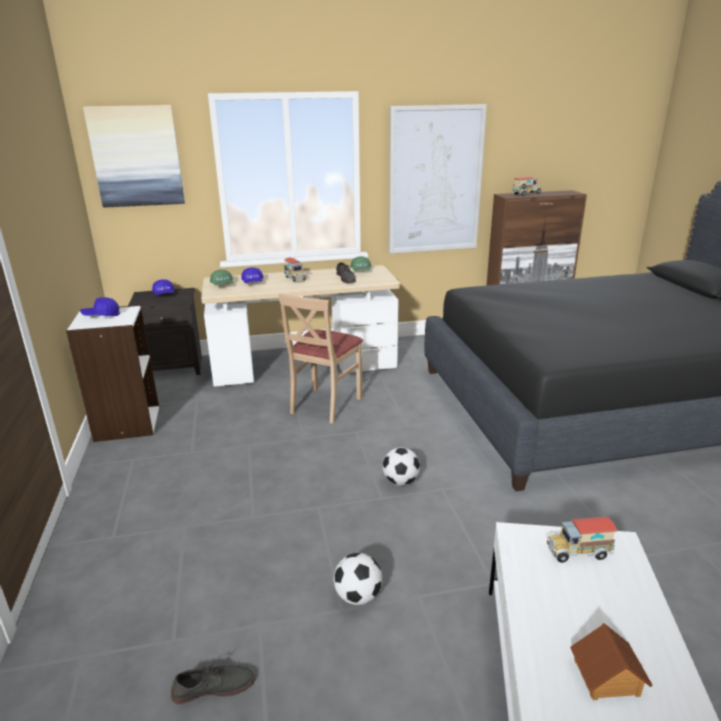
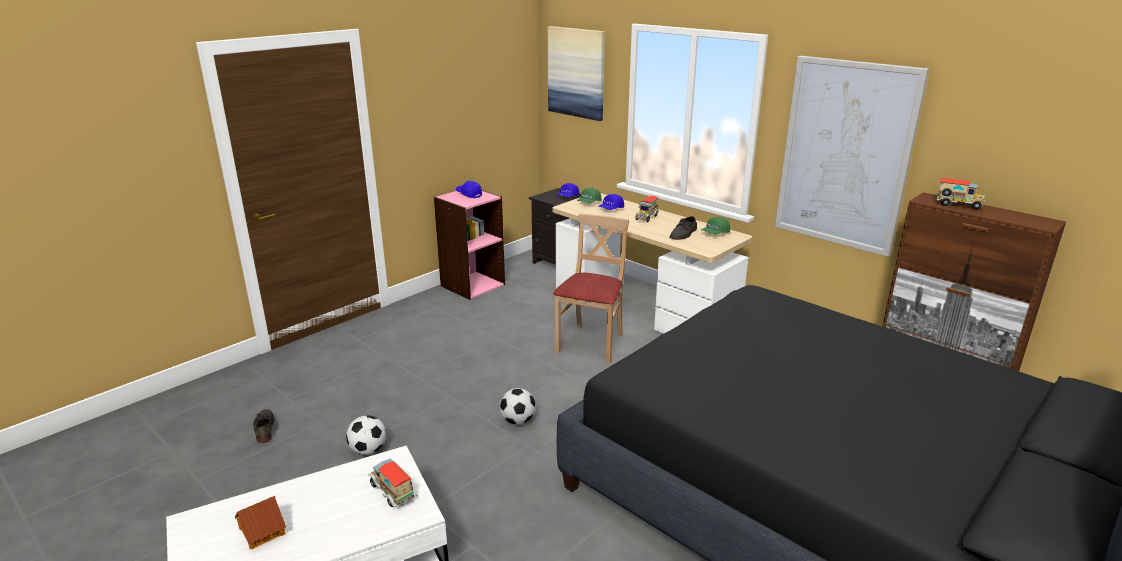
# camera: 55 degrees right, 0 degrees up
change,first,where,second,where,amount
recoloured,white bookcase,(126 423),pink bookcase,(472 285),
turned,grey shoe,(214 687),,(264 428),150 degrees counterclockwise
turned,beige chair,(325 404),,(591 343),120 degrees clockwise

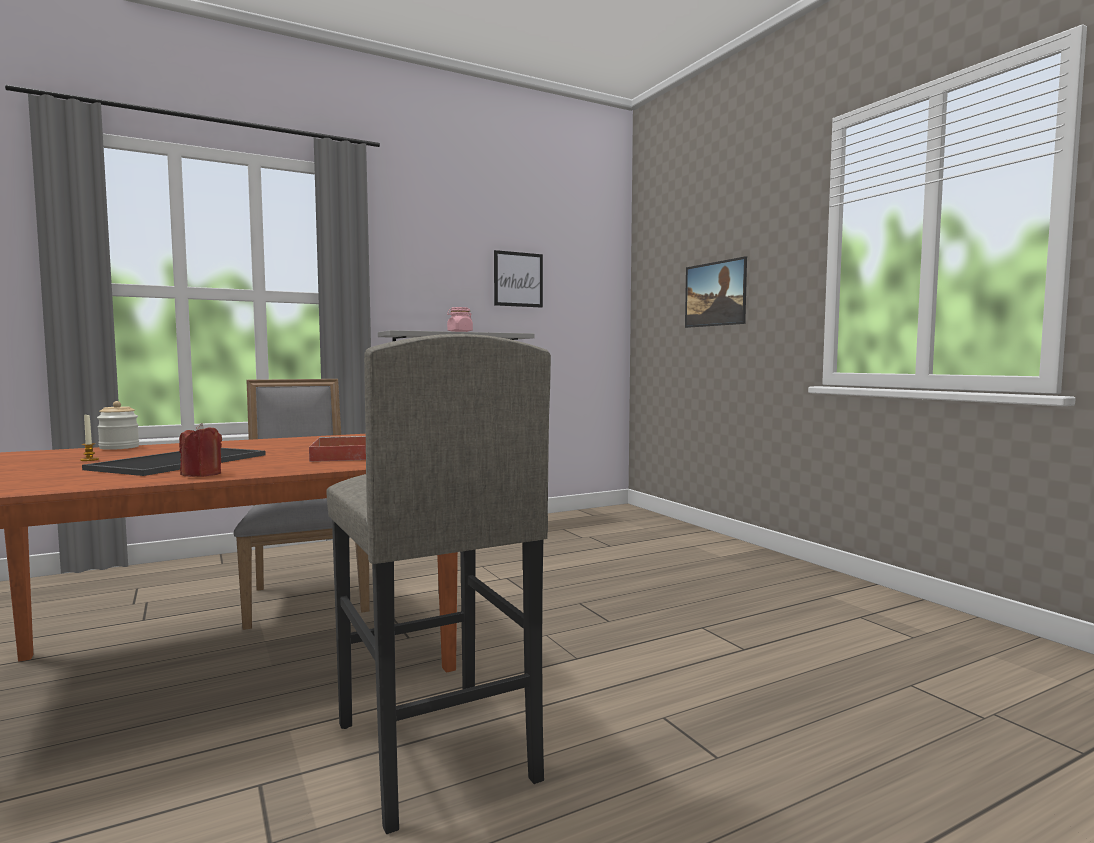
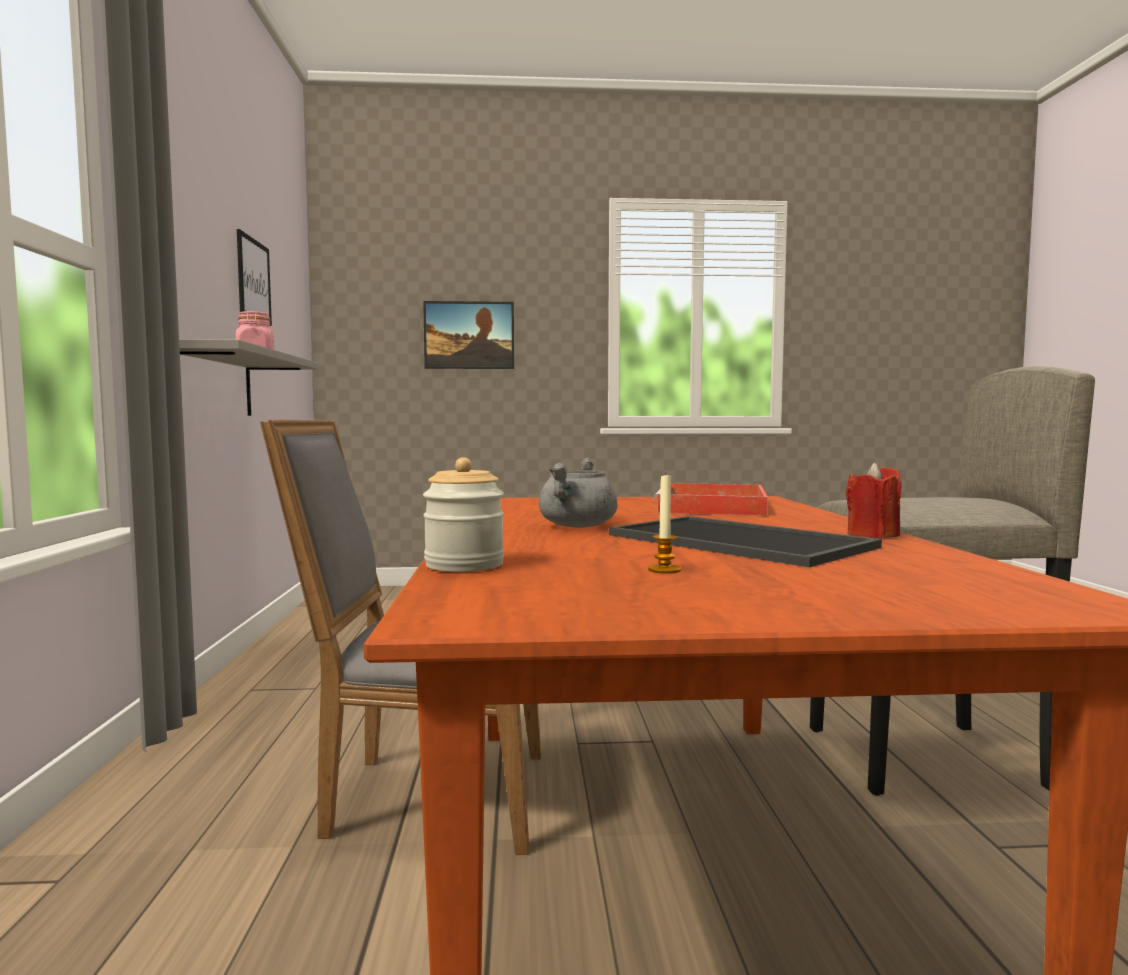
# camera: 65 degrees left, 0 degrees up
change,first,where,second,where,amount
added,,,grey cooking pot,(578 526),

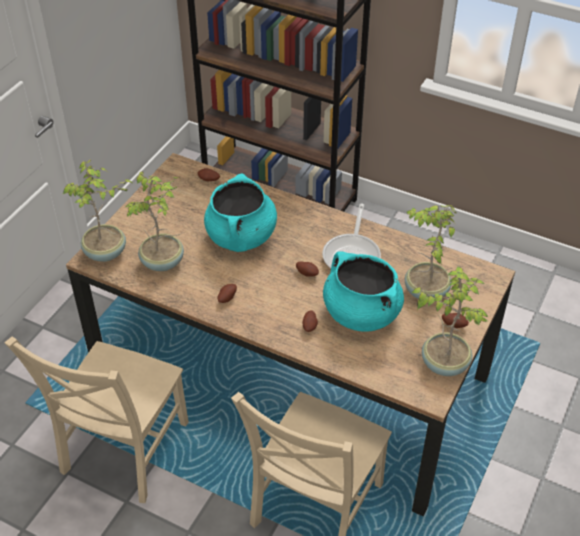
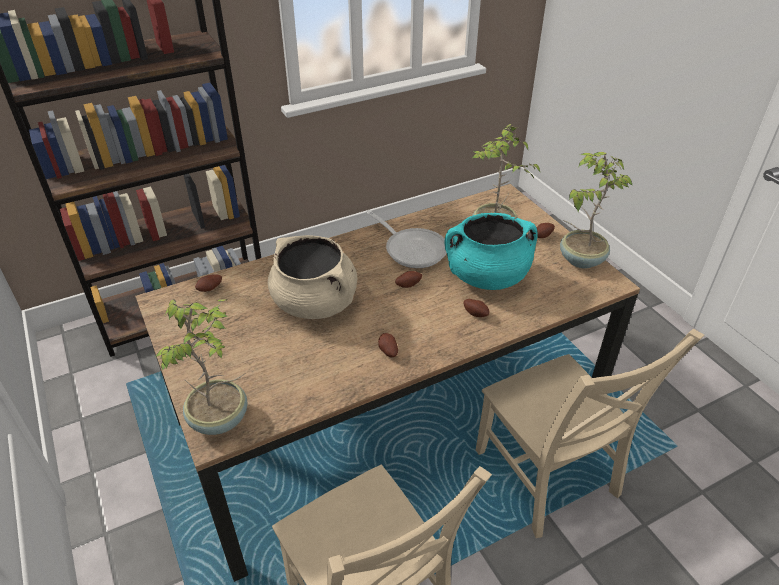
# camera: 55 degrees left, 5 degrees down
change,first,where,second,where,amount
removed,potted plant,(163 262),,,
recoloured,turquoise cooking pot,(241 237),beige cooking pot,(315 303),

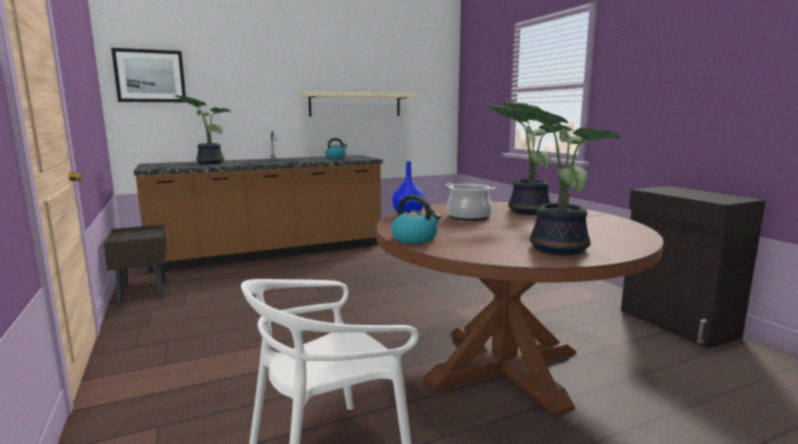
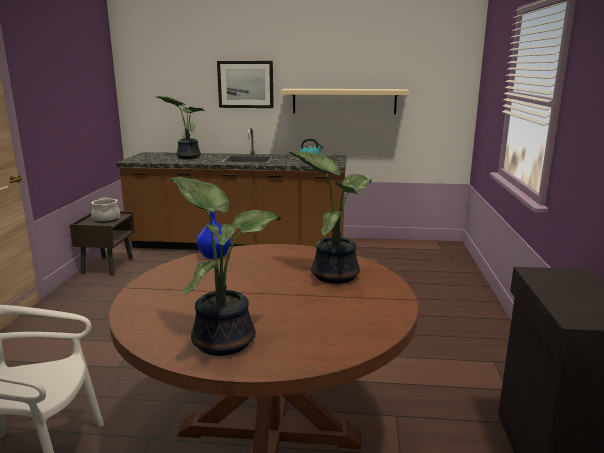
# camera: 30 degrees right, 5 degrees up
change,first,where,second,where,amount
moved,picture,(150 76),,(245 84),
removed,kettle,(415 239),,,
moved,cooking pot,(469 217),,(106 219),

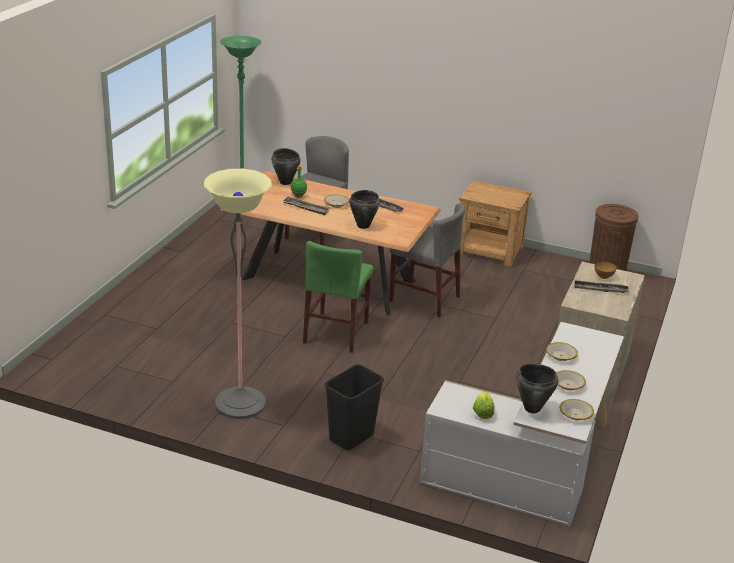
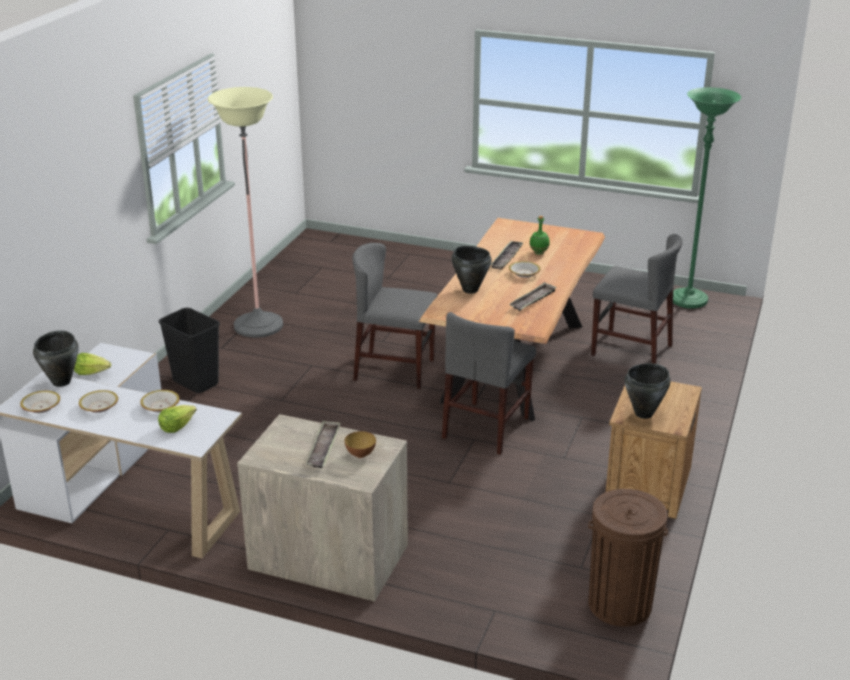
# camera: 90 degrees right, 0 degrees up
change,first,where,second,where,amount
moved,black cooking pot,(285 182),,(644 414),
recoloured,green chair,(336 332),grey chair,(394 369),
added,,,lettuce,(177 426),

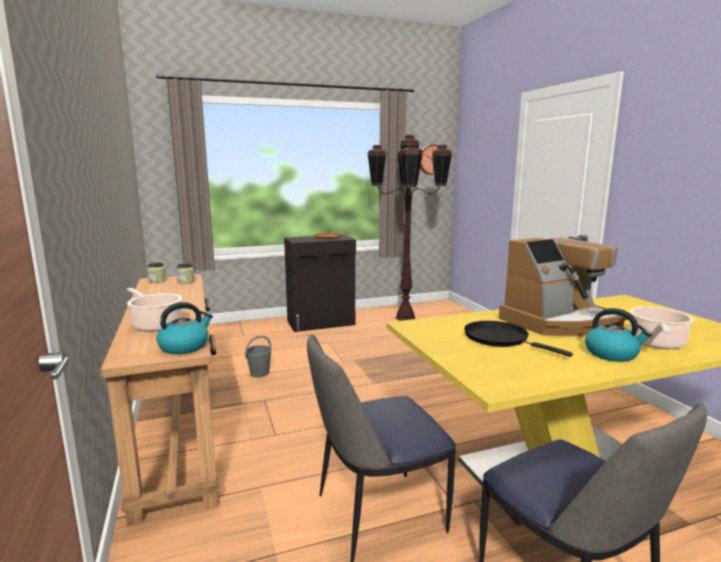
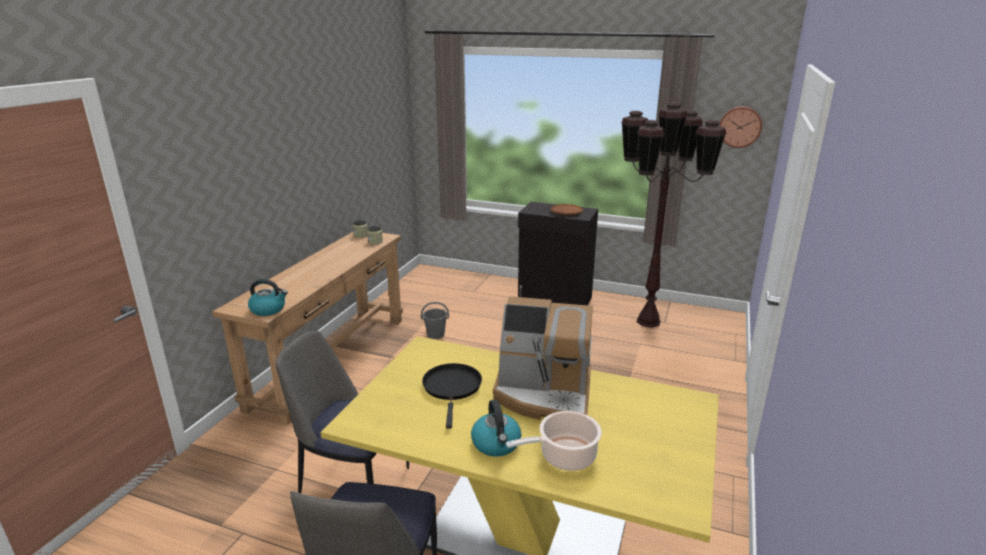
# camera: 40 degrees right, 10 degrees up
change,first,where,second,where,amount
removed,cooking pot,(156 325),,,

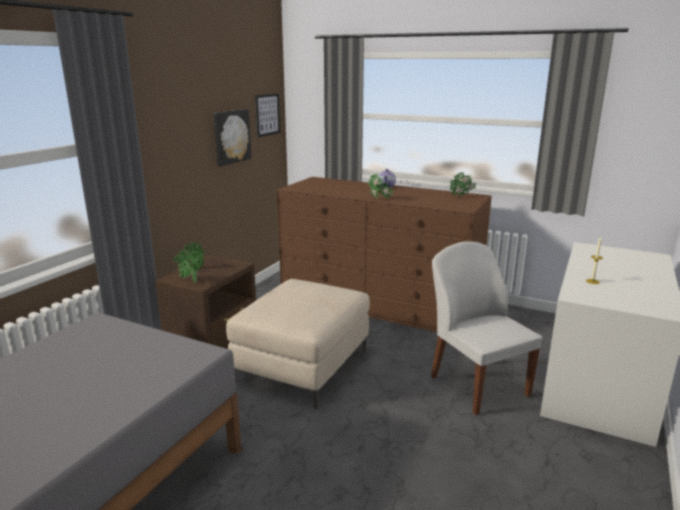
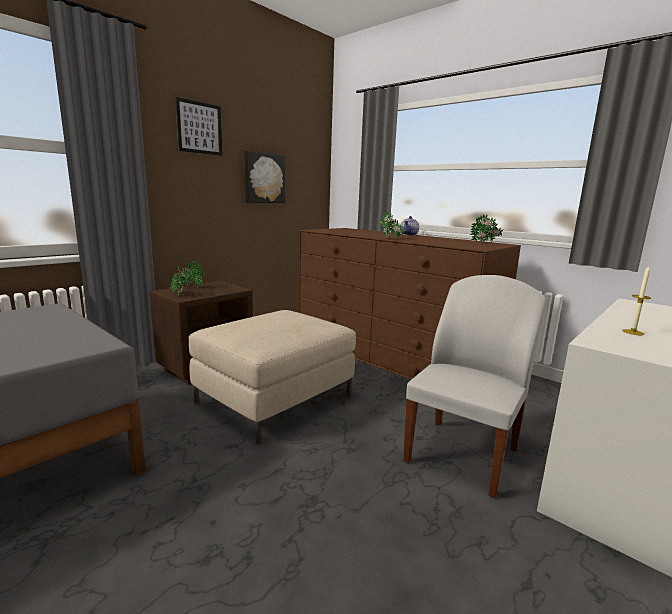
# camera: 15 degrees right, 5 degrees down
change,first,where,second,where,amount
moved,picture,(267 115),,(199 128),
turned,white chair,(477 384),,(463 453),45 degrees clockwise

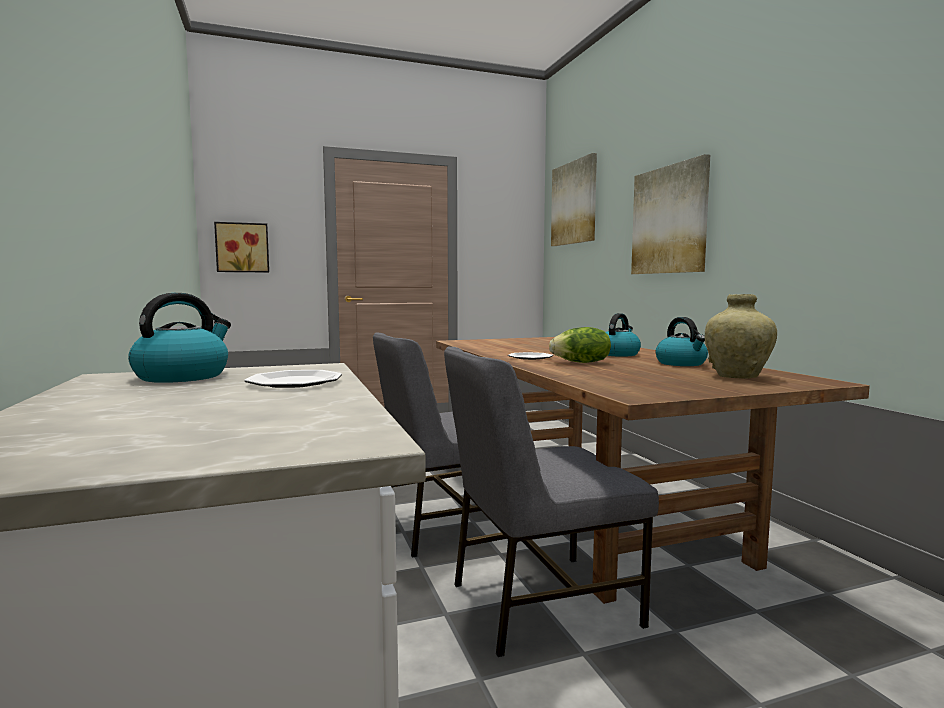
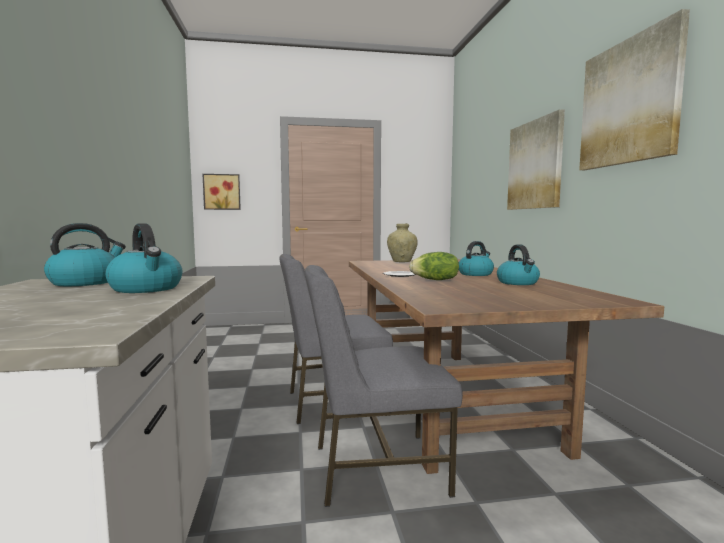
# camera: 10 degrees right, 0 degrees up
change,first,where,second,where,amount
replaced,plate,(295 382),kettle,(147 289),
moved,picture,(574 203),,(629 102),
moved,beige vase,(737 376),,(402 261),

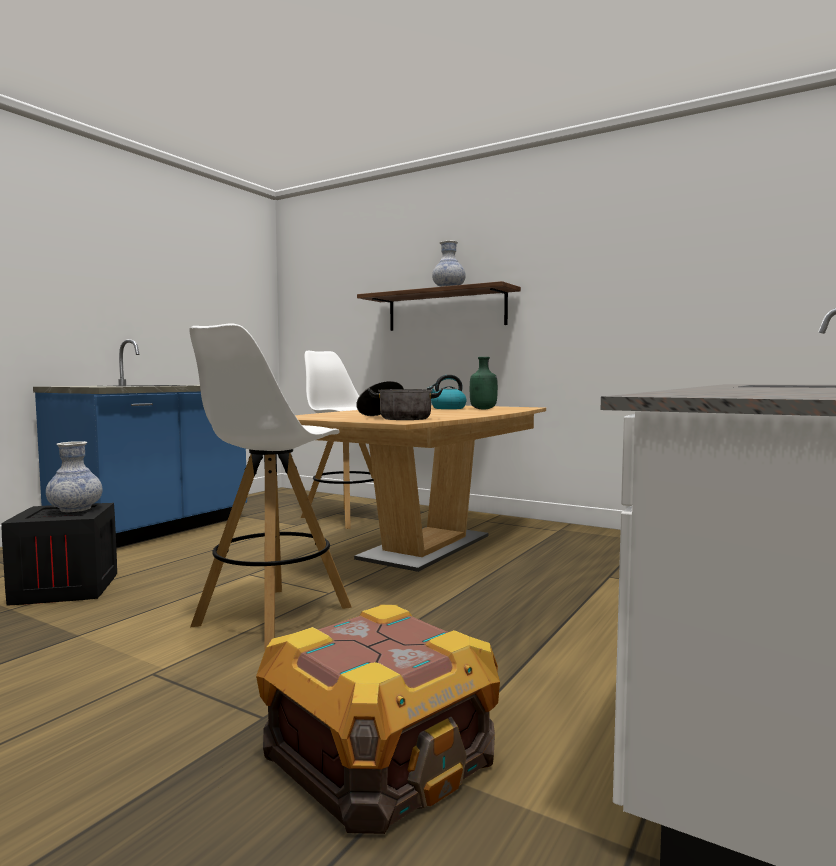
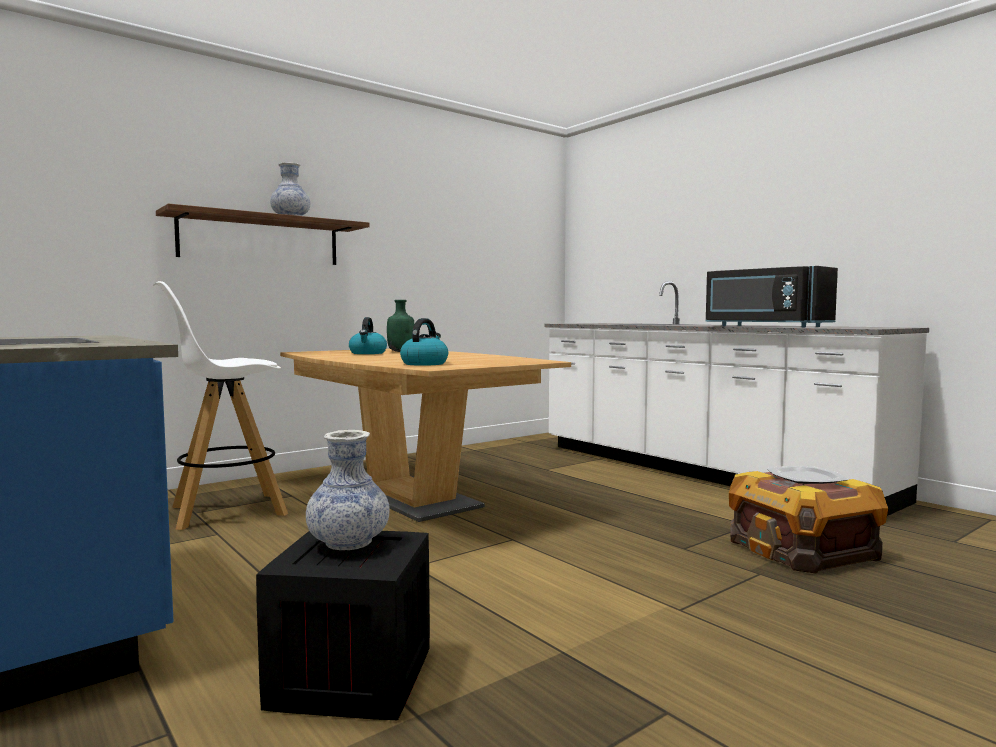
# camera: 70 degrees left, 0 degrees up
change,first,where,second,where,amount
removed,white stool,(272 616),,,
removed,cooking pot,(396 418),,,
added,,,kettle,(424 364),
added,,,black microwave,(764 326),
added,,,plate,(805 478),

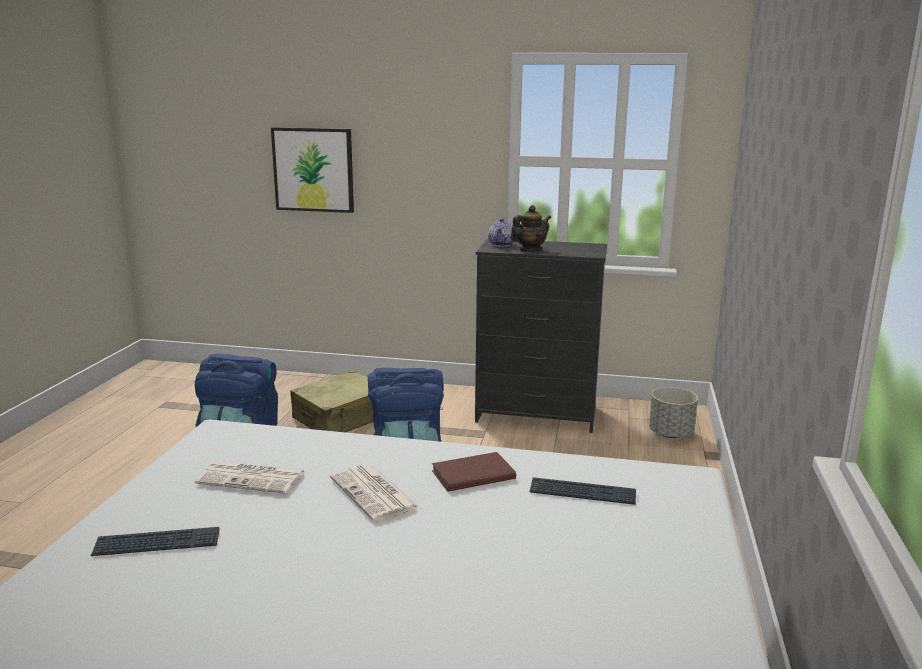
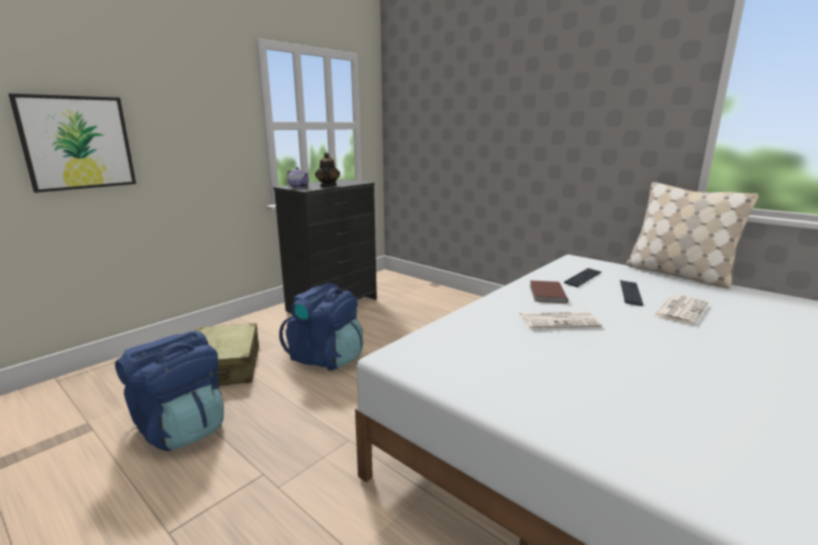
# camera: 60 degrees left, 0 degrees up
change,first,where,second,where,amount
moved,keyboard,(157 544),,(630 293),
moved,newspaper,(253 478),,(680 309),
removed,grey planter,(671 434),,,
added,,,beige pillow,(678 274),

